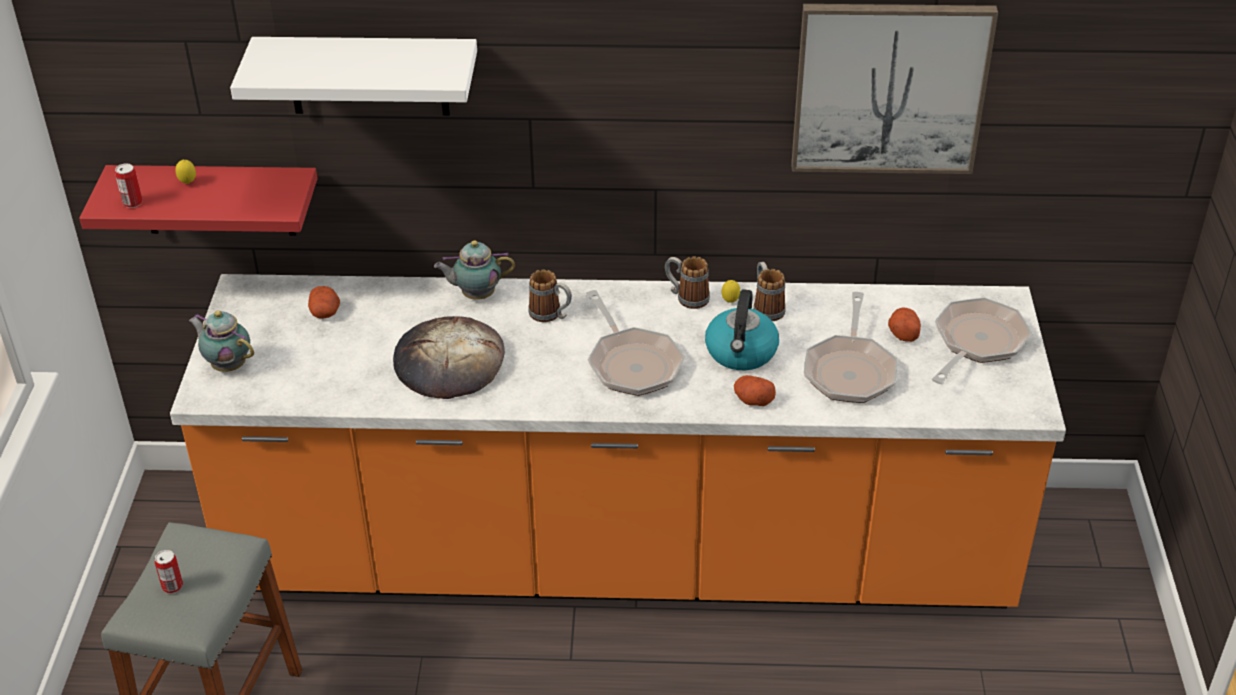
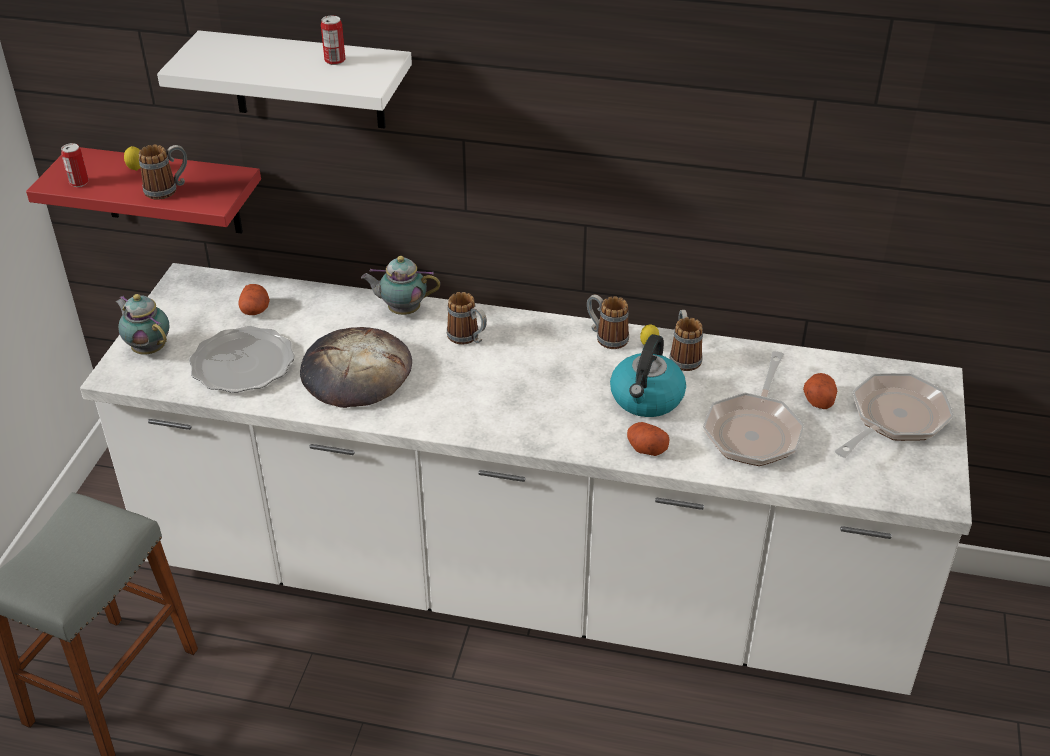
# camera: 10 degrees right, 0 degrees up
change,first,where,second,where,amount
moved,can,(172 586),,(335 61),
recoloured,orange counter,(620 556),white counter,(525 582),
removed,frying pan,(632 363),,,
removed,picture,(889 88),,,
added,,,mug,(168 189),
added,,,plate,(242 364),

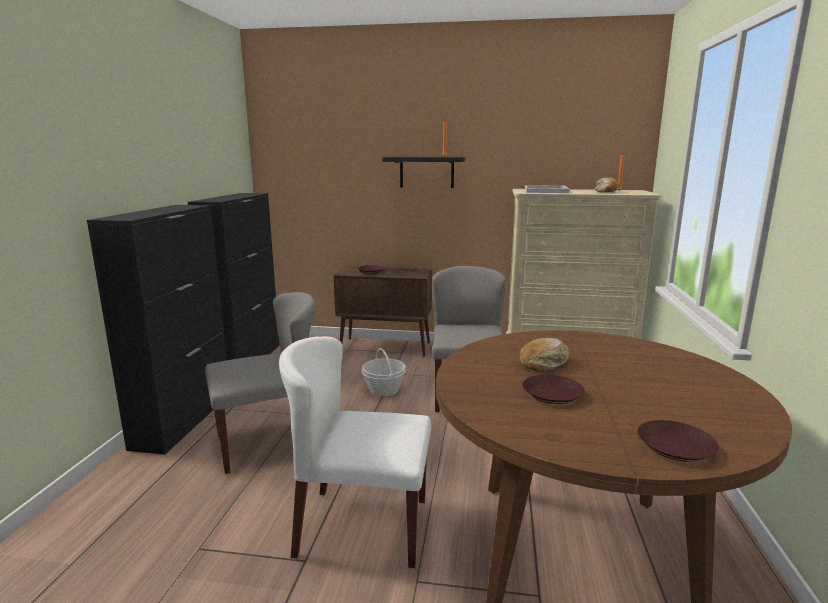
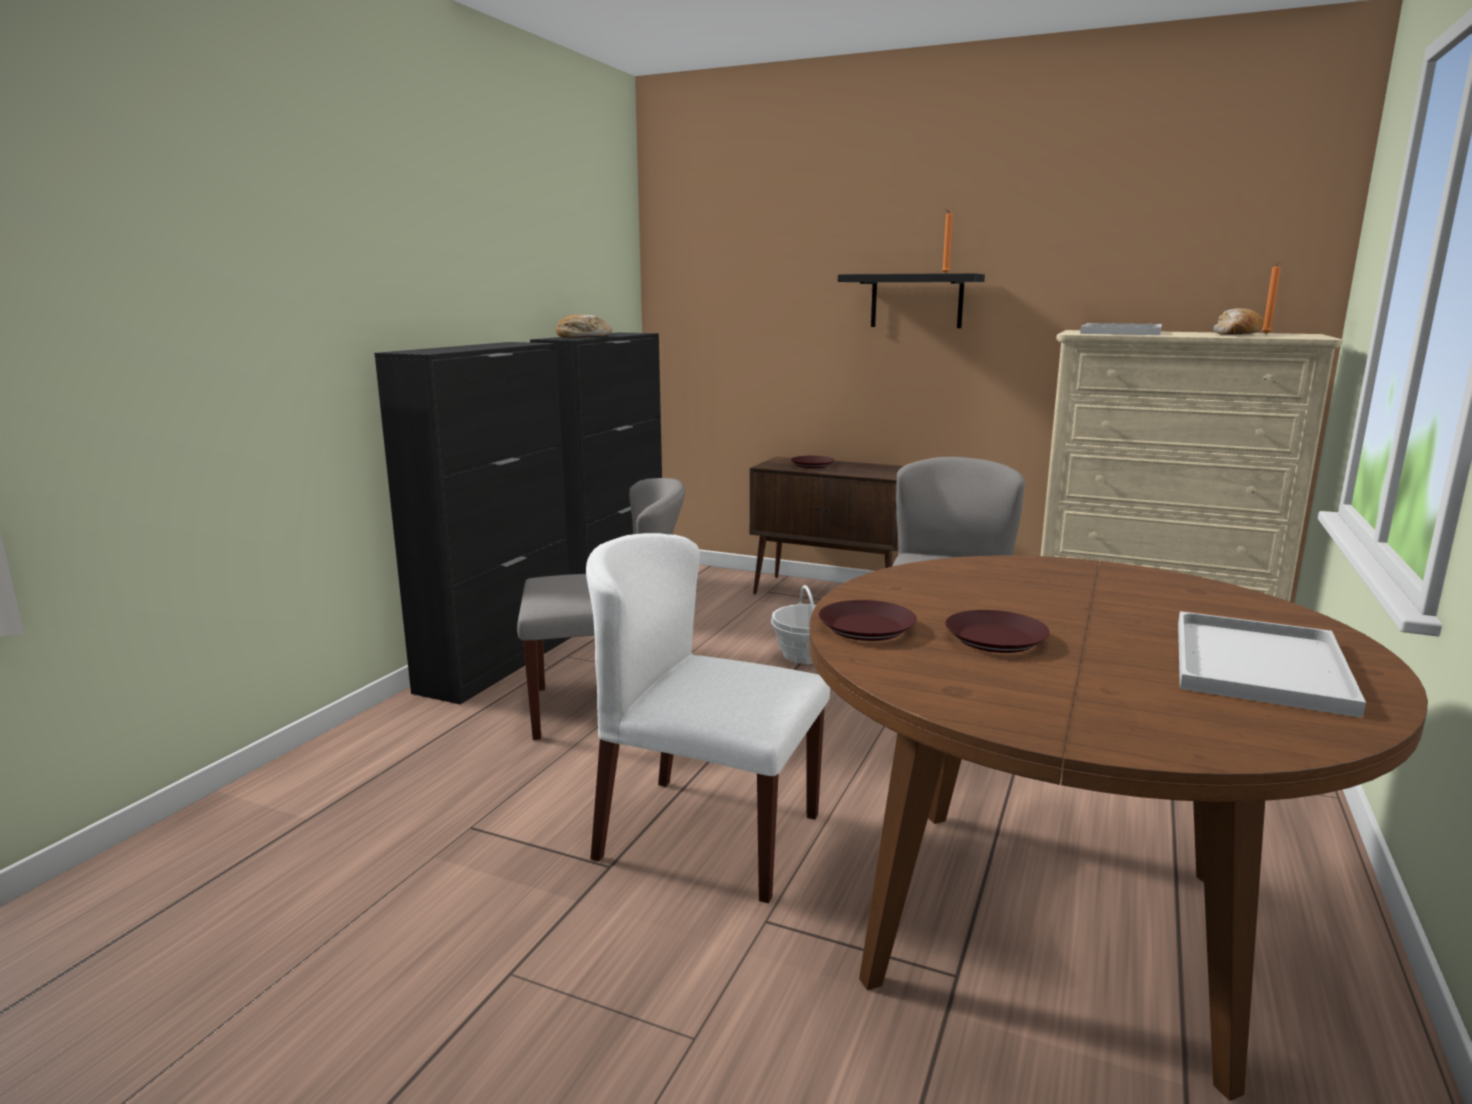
# camera: 15 degrees right, 0 degrees up
change,first,where,second,where,amount
moved,bread,(544 362),,(583 337),
moved,brown plate,(674 447),,(865 628),
added,,,white tray,(1256 663),

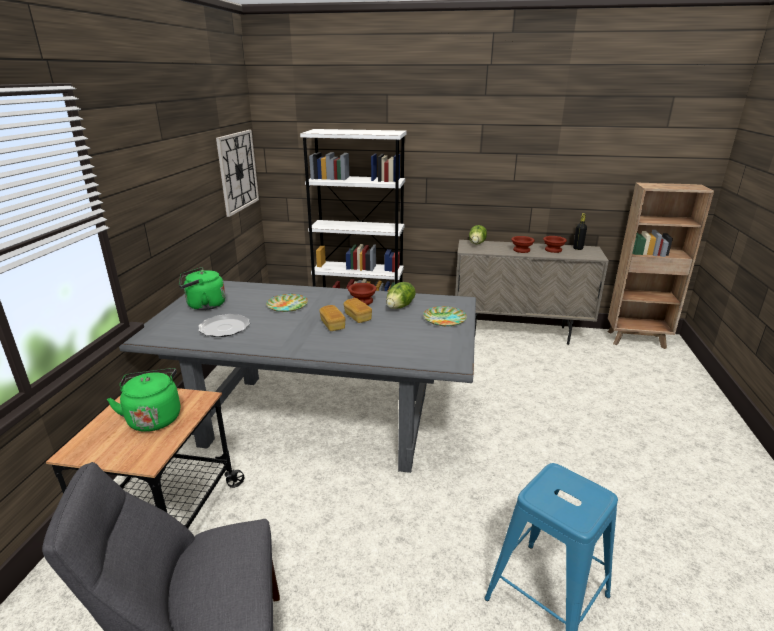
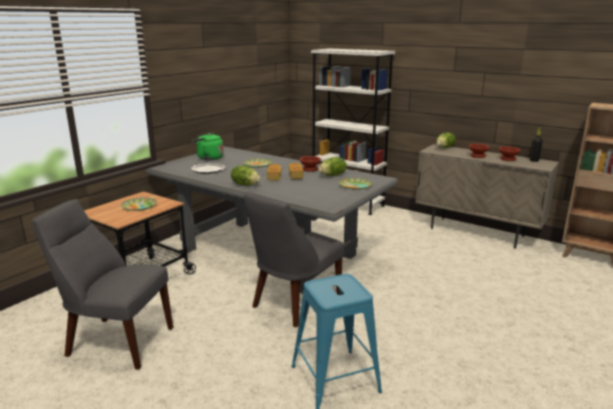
# camera: 25 degrees right, 5 degrees down
change,first,where,second,where,amount
replaced,green kettle,(154 417),plate,(139 206),
removed,wall clock,(237 171),,,
added,,,lettuce,(245 184),
added,,,grey chair,(293 303),

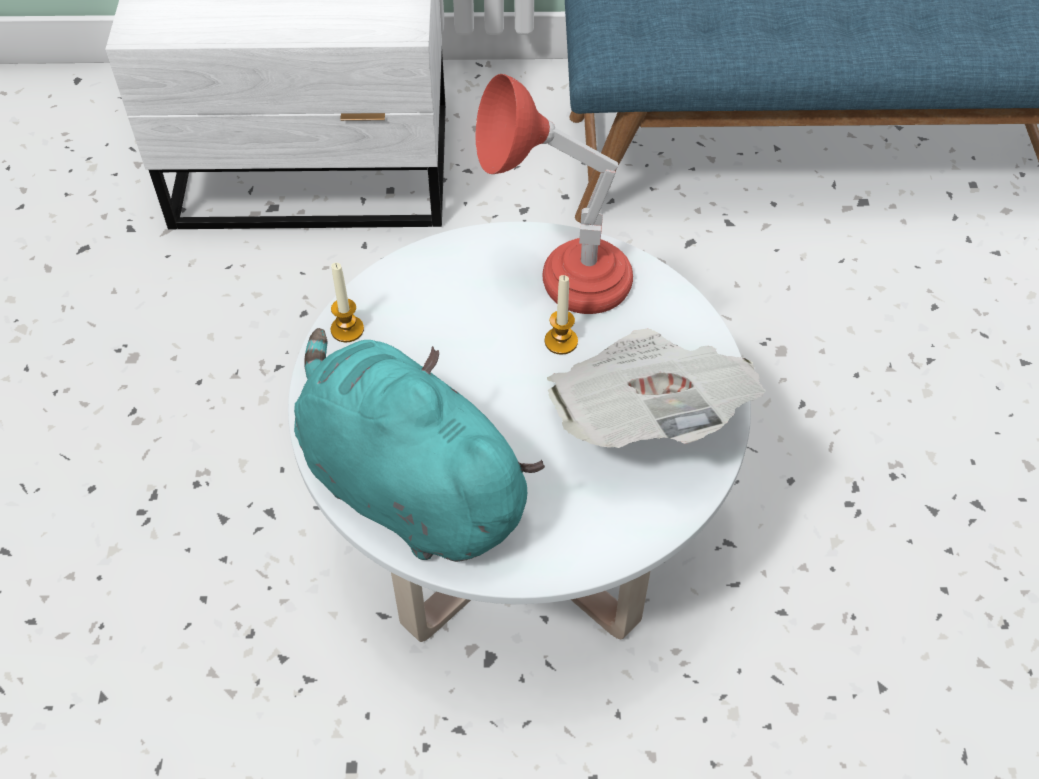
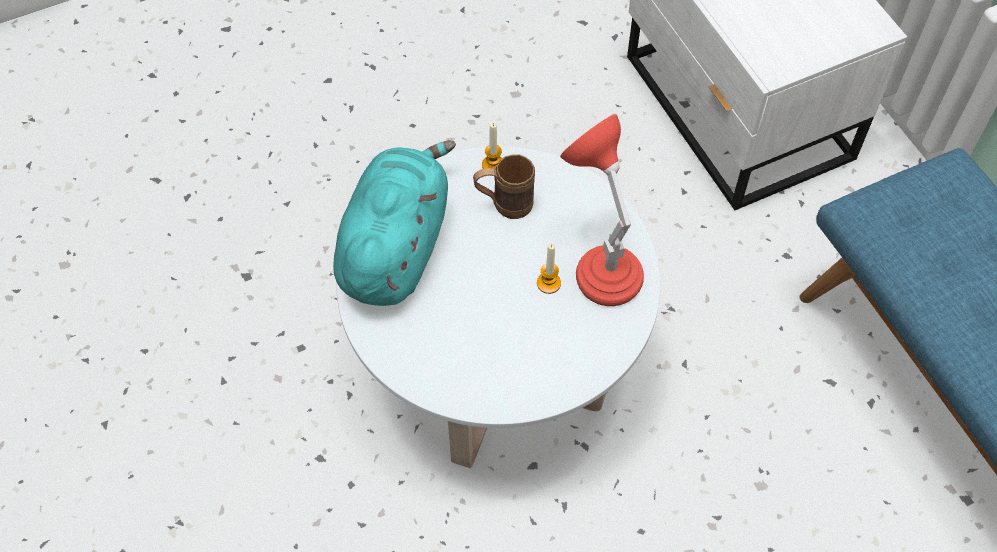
# camera: 65 degrees right, 5 degrees up
change,first,where,second,where,amount
removed,newspaper,(646 417),,,
added,,,brown mug,(504 205),

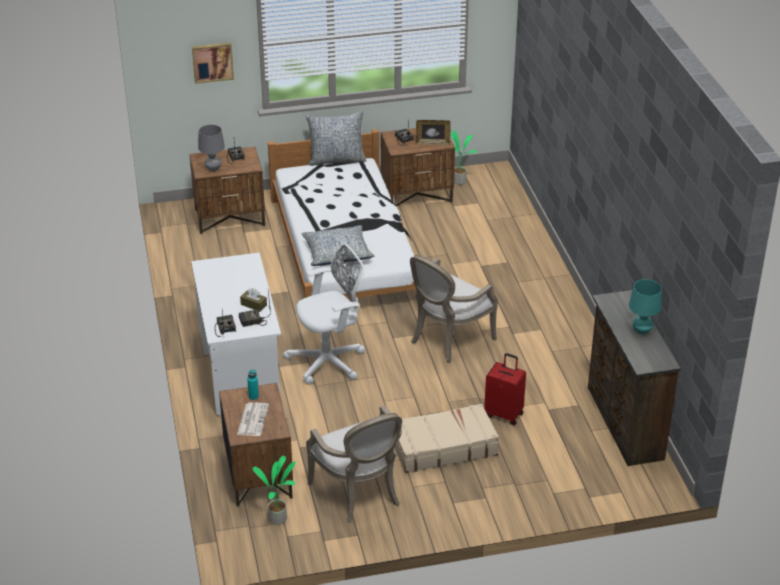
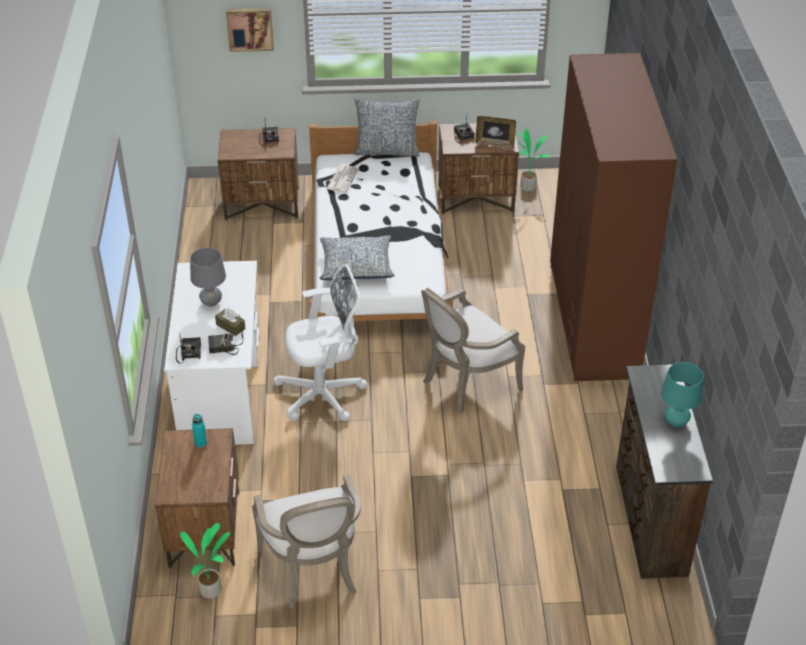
# camera: 10 degrees right, 5 degrees up
change,first,where,second,where,amount
moved,grey table lamp,(213 168),,(211 302),
moved,newspaper,(253 419),,(342 179),
removed,beige suitcase,(443 447),,,
removed,red suitcase,(504 414),,,
added,,,brown wardrobe,(592 321),

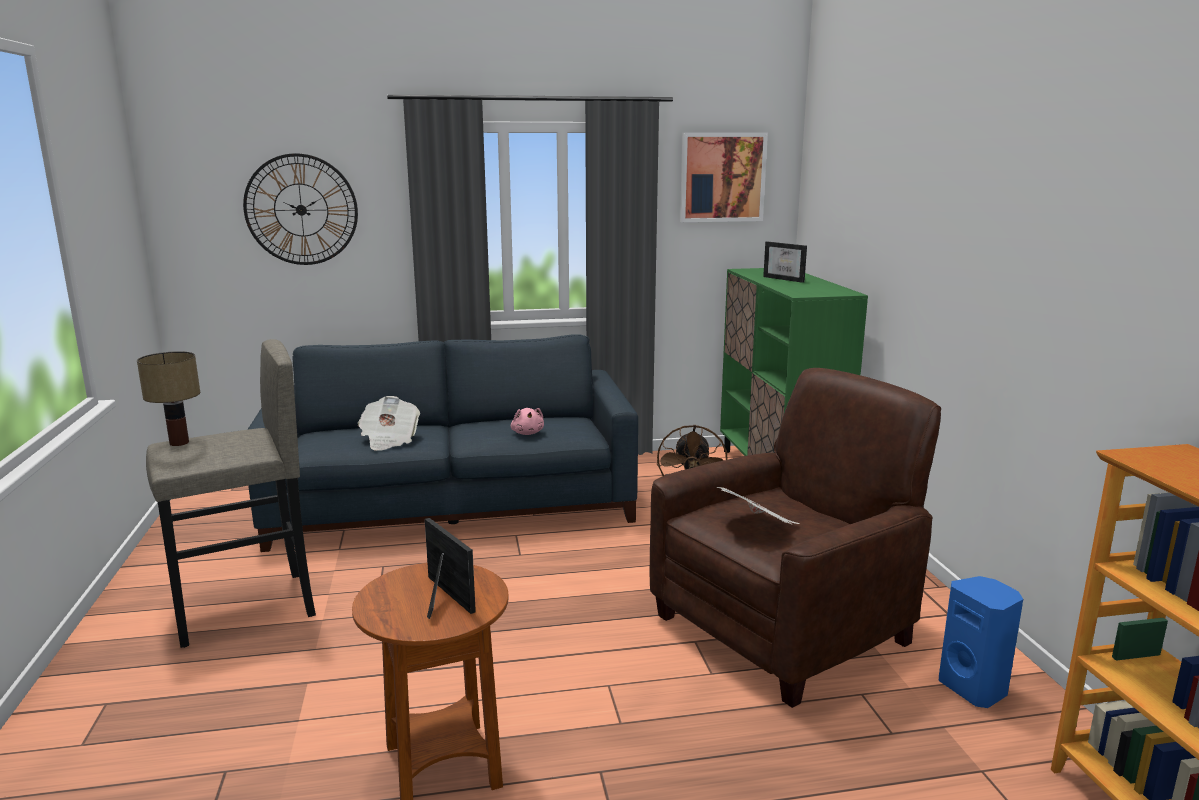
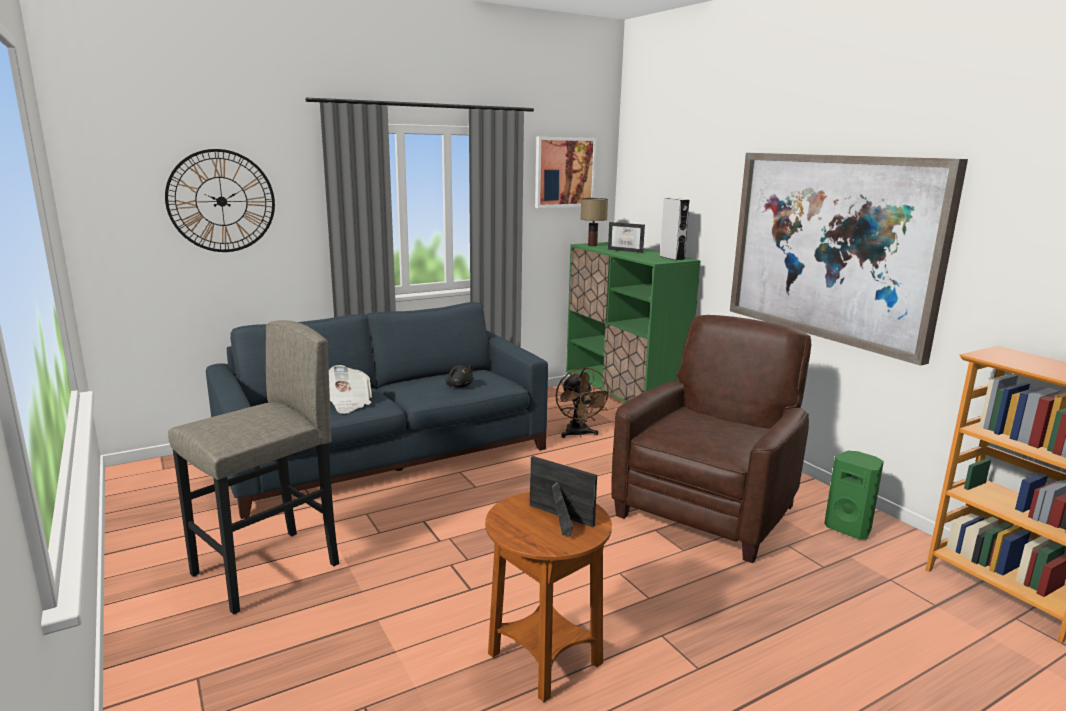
# camera: 20 degrees left, 0 degrees up
change,first,where,second,where,amount
moved,table lamp,(178 442),,(592 245),
recoloured,pink plush toy,(527 433),black plush toy,(459 386),
removed,newspaper,(758 527),,,
recoloured,blue speaker,(974 688),green speaker,(849 528),
added,,,grey speaker,(672 258),
added,,,picture,(832 247),

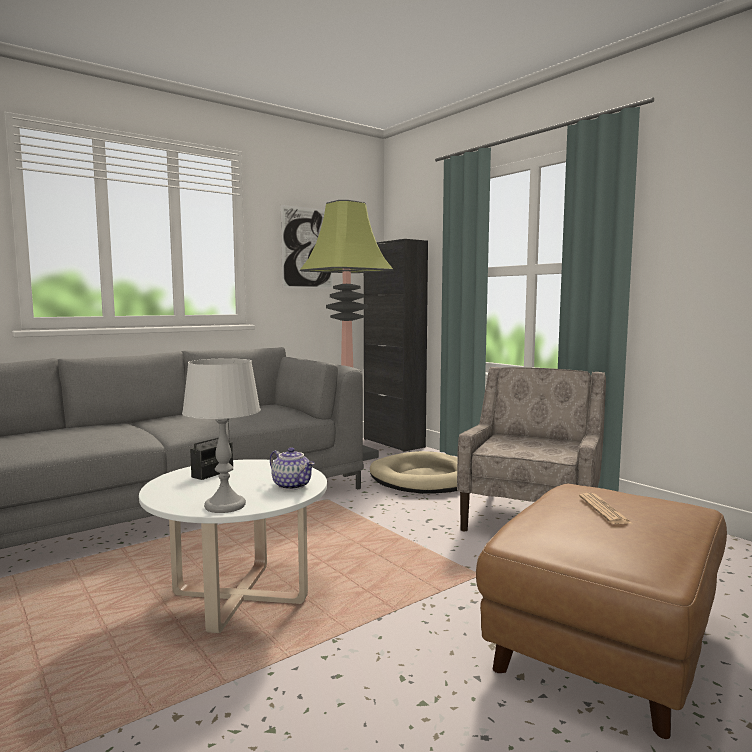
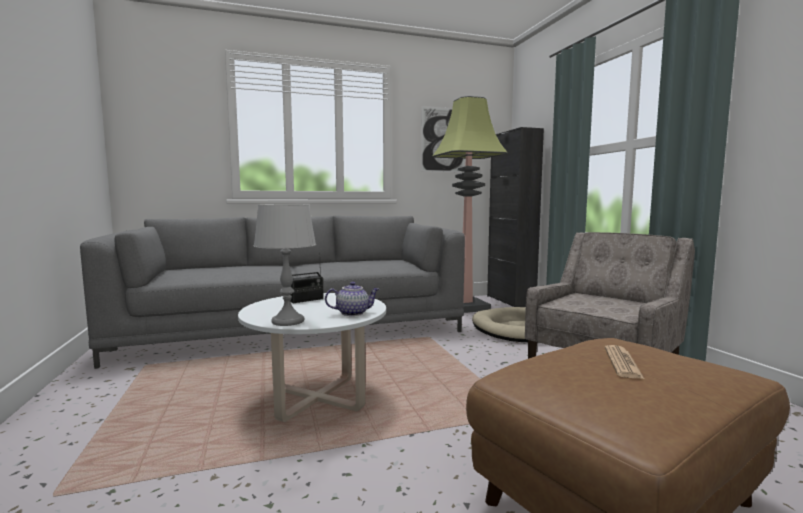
# camera: 20 degrees right, 0 degrees up
change,first,where,second,where,amount
turned,teapot,(293 485),,(353 313),75 degrees counterclockwise

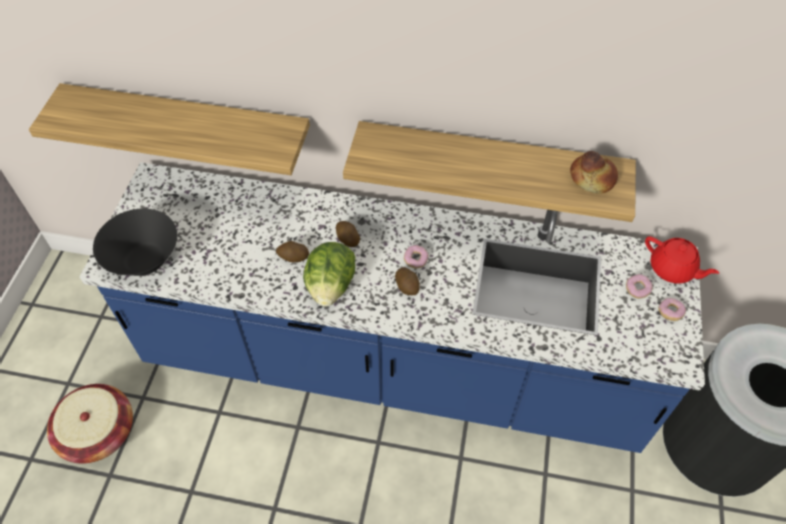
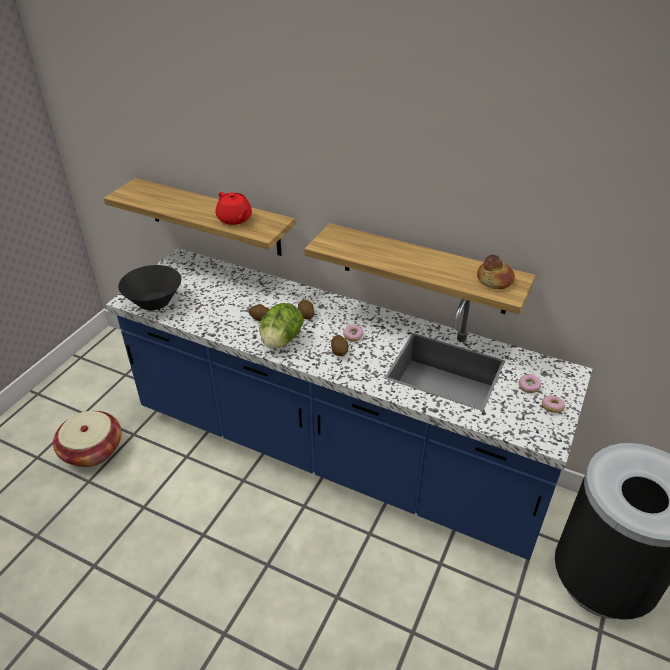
# camera: 15 degrees right, 15 degrees down
change,first,where,second,where,amount
moved,red teapot,(672 269),,(234 219),

